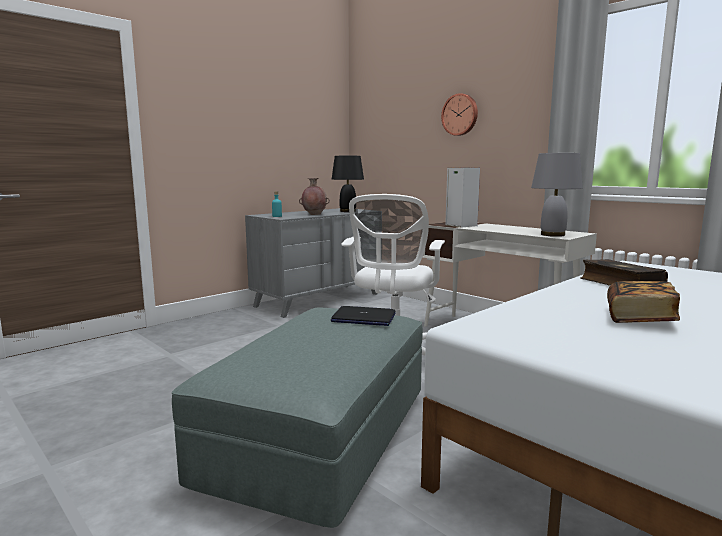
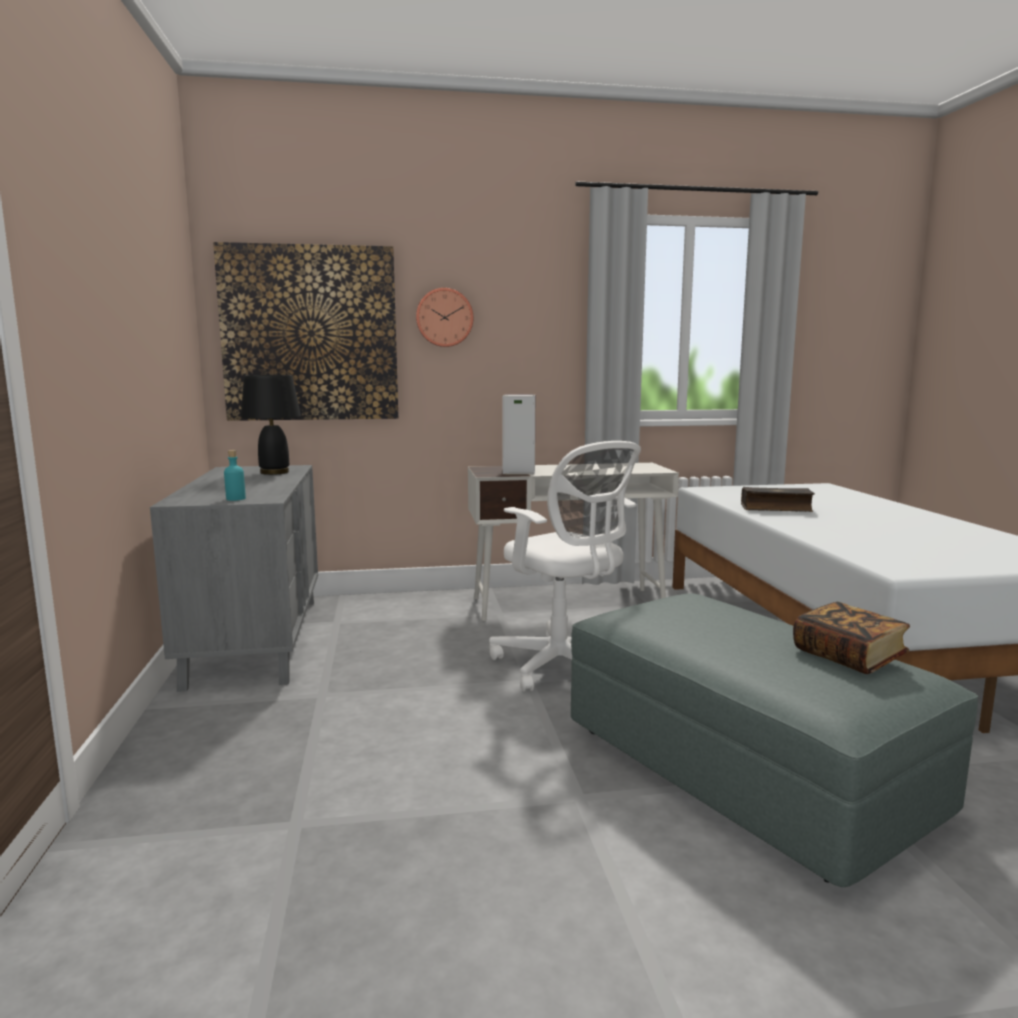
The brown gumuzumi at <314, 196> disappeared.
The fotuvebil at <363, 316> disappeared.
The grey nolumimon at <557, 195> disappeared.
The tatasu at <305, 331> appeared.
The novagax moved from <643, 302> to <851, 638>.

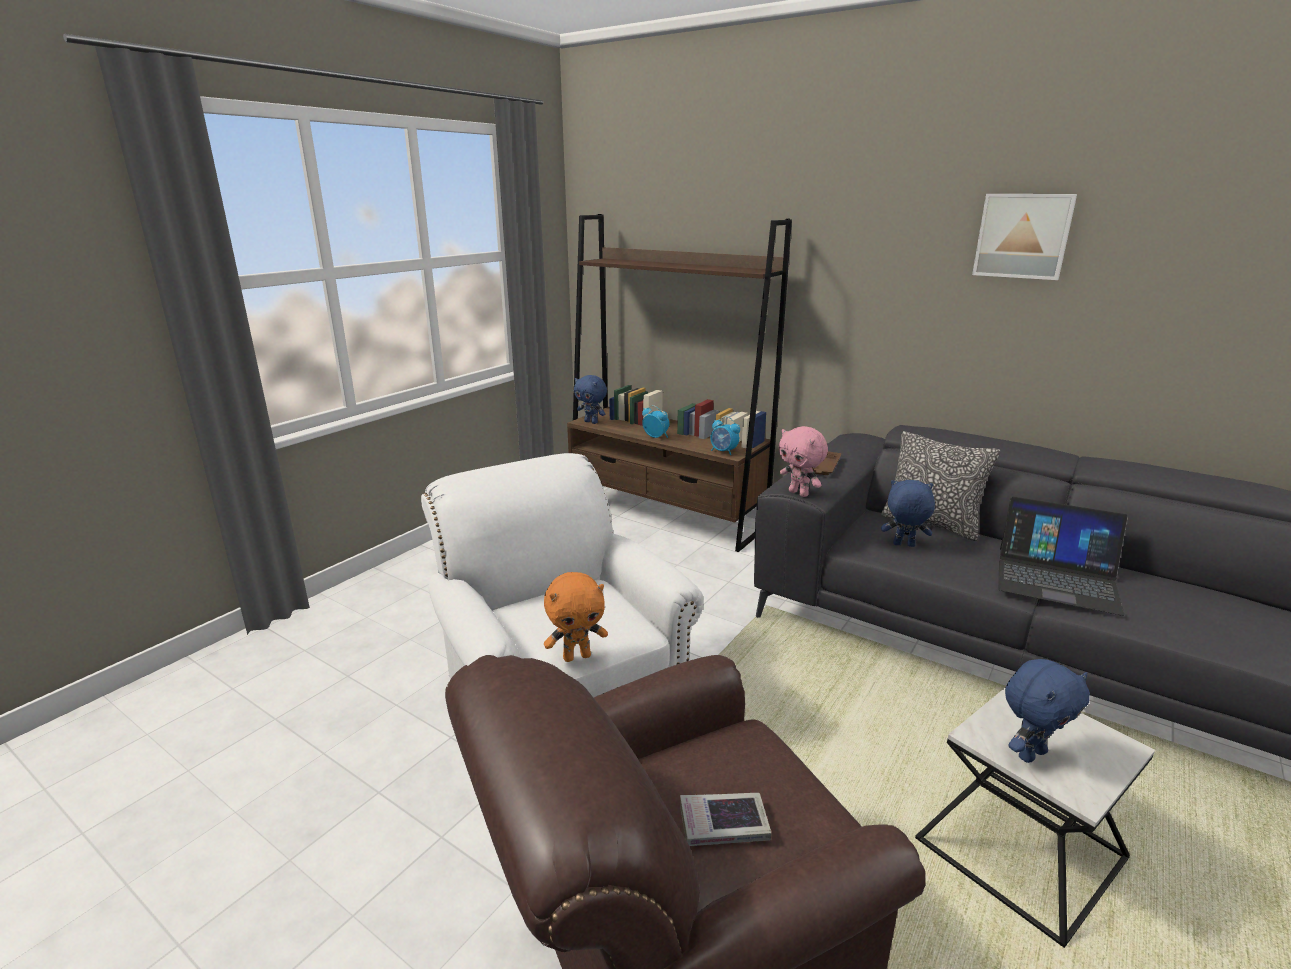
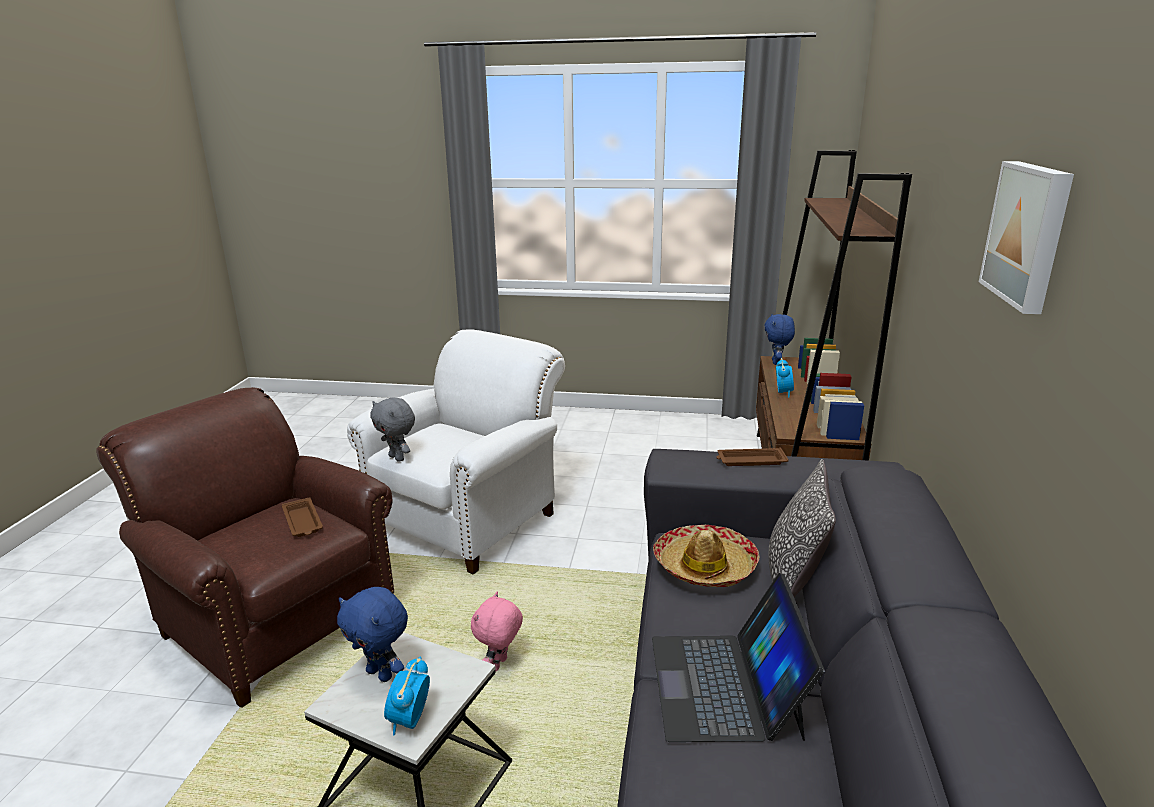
The novagax at <726, 819> disappeared.
The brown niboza at <302, 517> appeared.
The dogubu moved from <725, 435> to <407, 696>.
The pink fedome moved from <803, 461> to <497, 632>.
The blue fedome at <908, 513> was replaced by the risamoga at <706, 556>.
The orange fedome at <576, 617> became the grey fedome at <392, 430>.

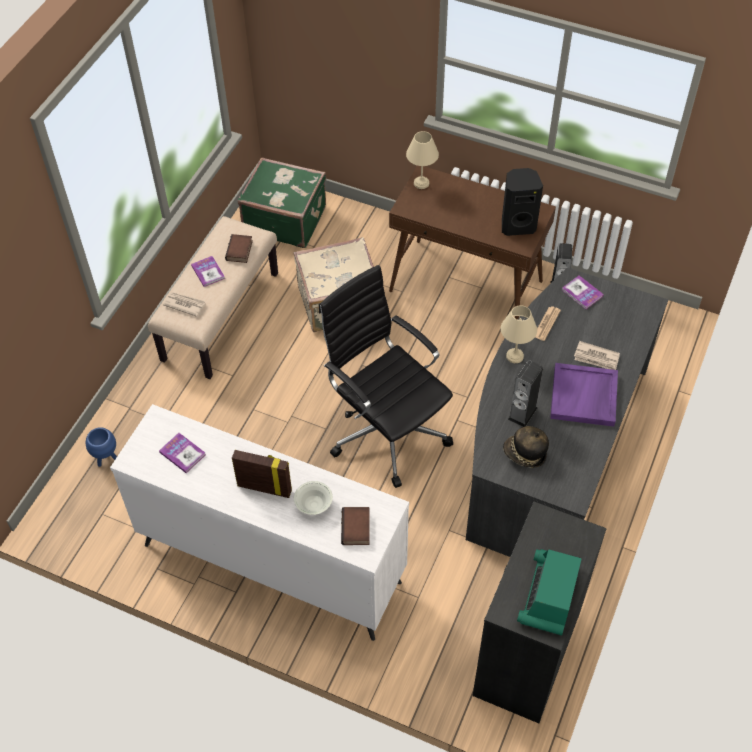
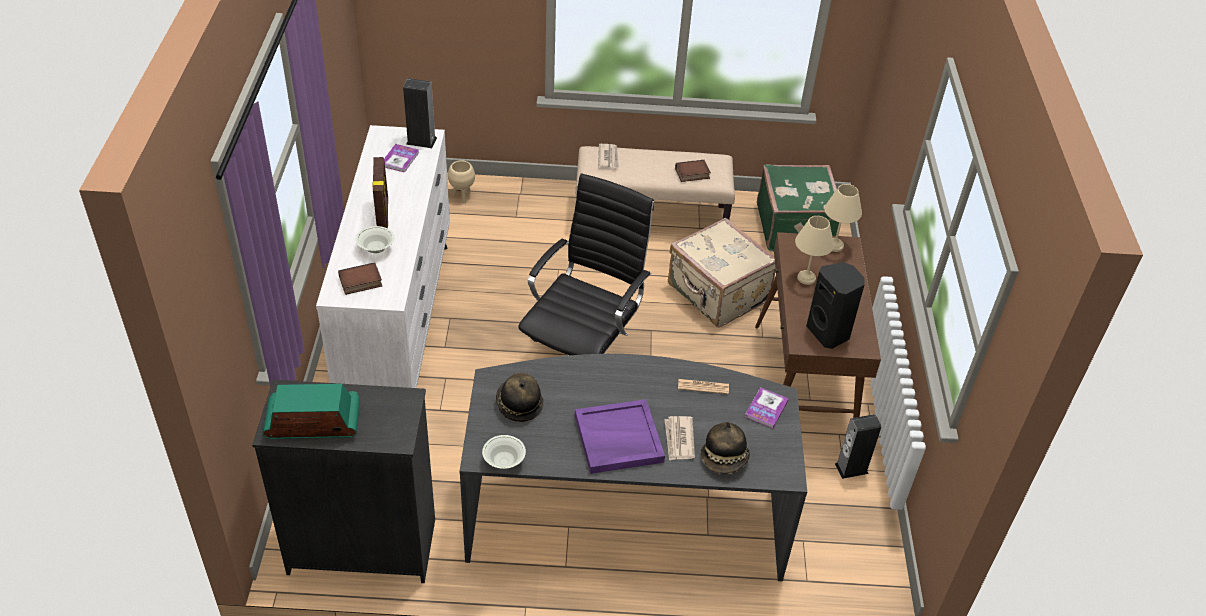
The novagax at <208, 271> disappeared.
The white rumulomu at <504, 452> appeared.
The risamoga at <725, 448> appeared.
The beige nolumimon moved from <519, 334> to <814, 250>.
The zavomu moved from <525, 393> to <420, 113>.
The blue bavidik at <101, 447> became the beige bavidik at <461, 181>.

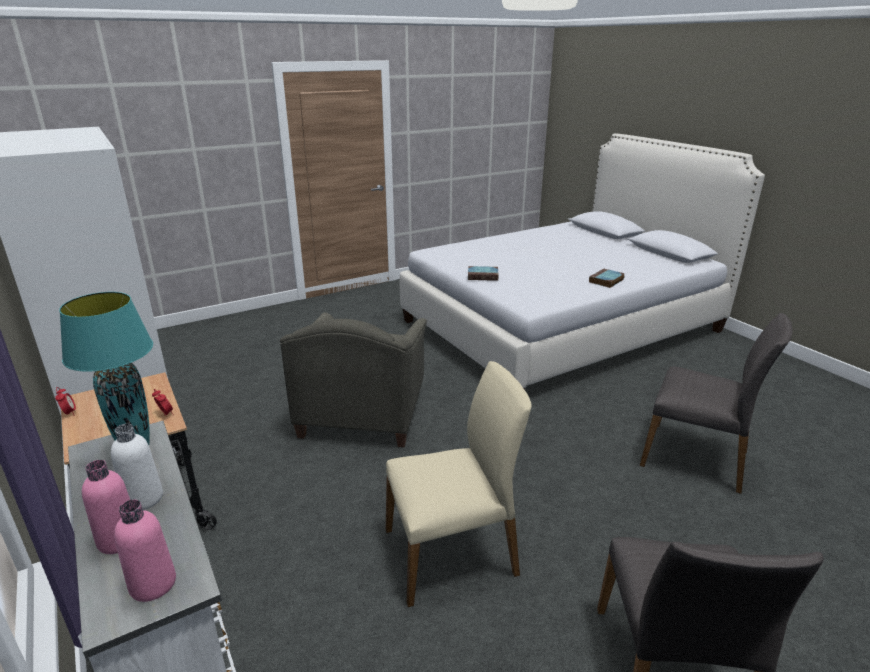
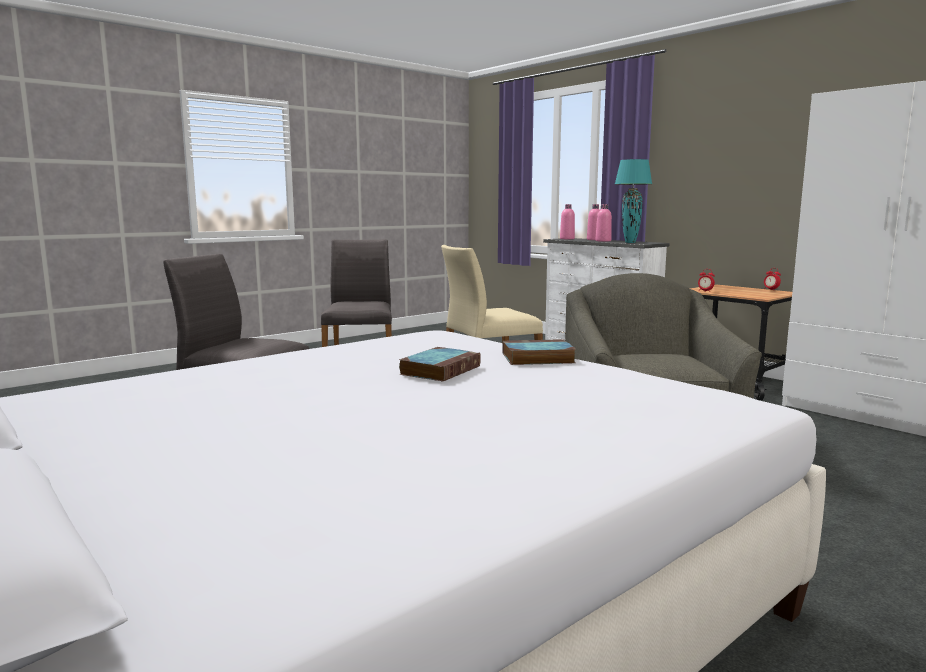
The novagax moved from <607, 278> to <440, 364>.
The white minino at <137, 467> became the pink minino at <604, 223>.

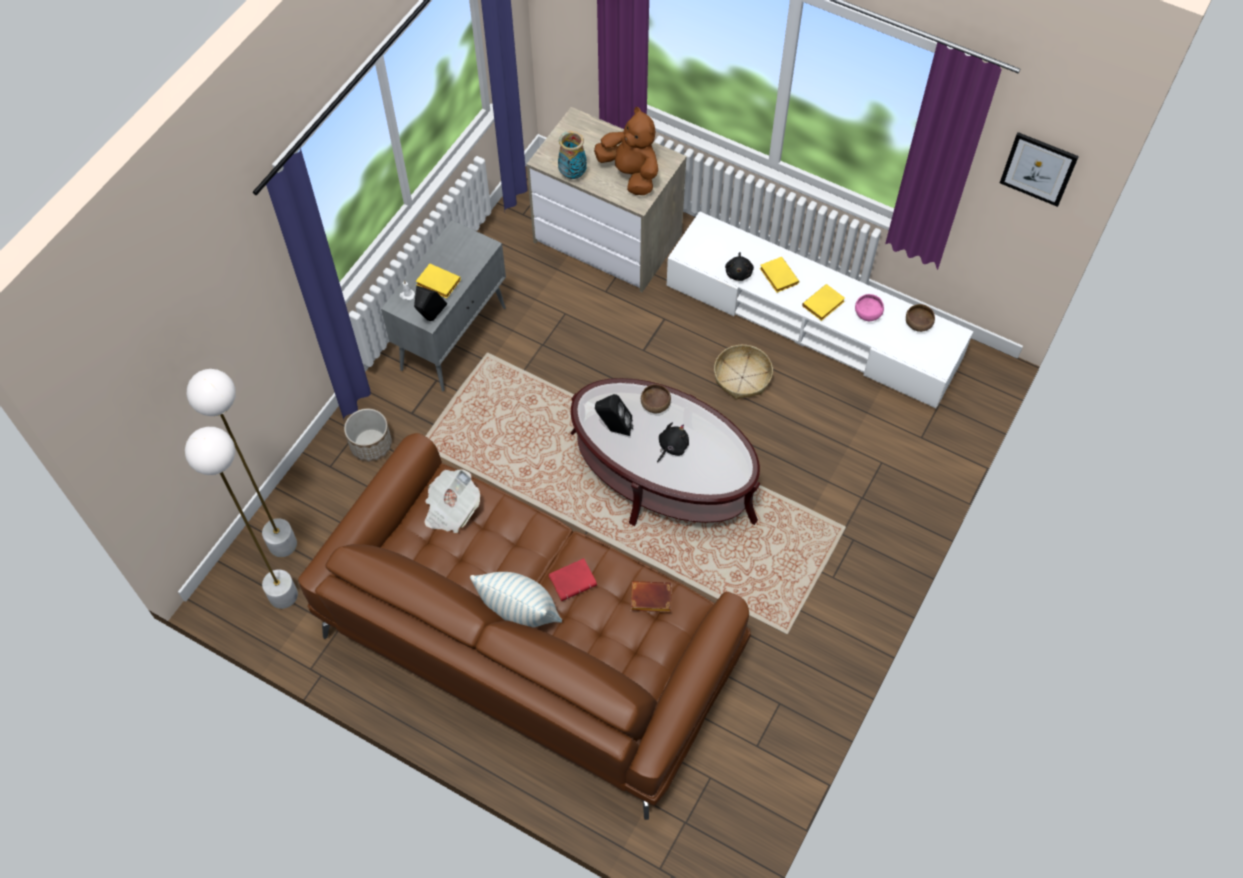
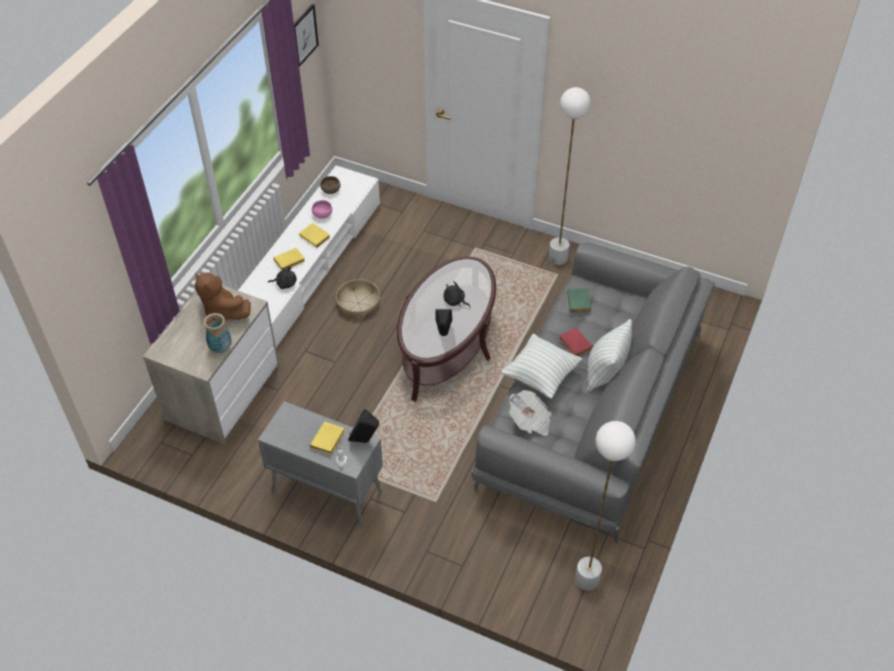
The bavidik at <368, 435> disappeared.
The brown rumulomu at <656, 398> disappeared.
The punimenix at <541, 366> appeared.
The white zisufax moved from <242, 463> to <570, 176>.
The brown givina at <524, 626> became the grey givina at <593, 393>.
The brown novagax at <651, 596> became the green novagax at <579, 300>.
The brown fedome at <626, 151> turned 90 degrees counterclockwise.

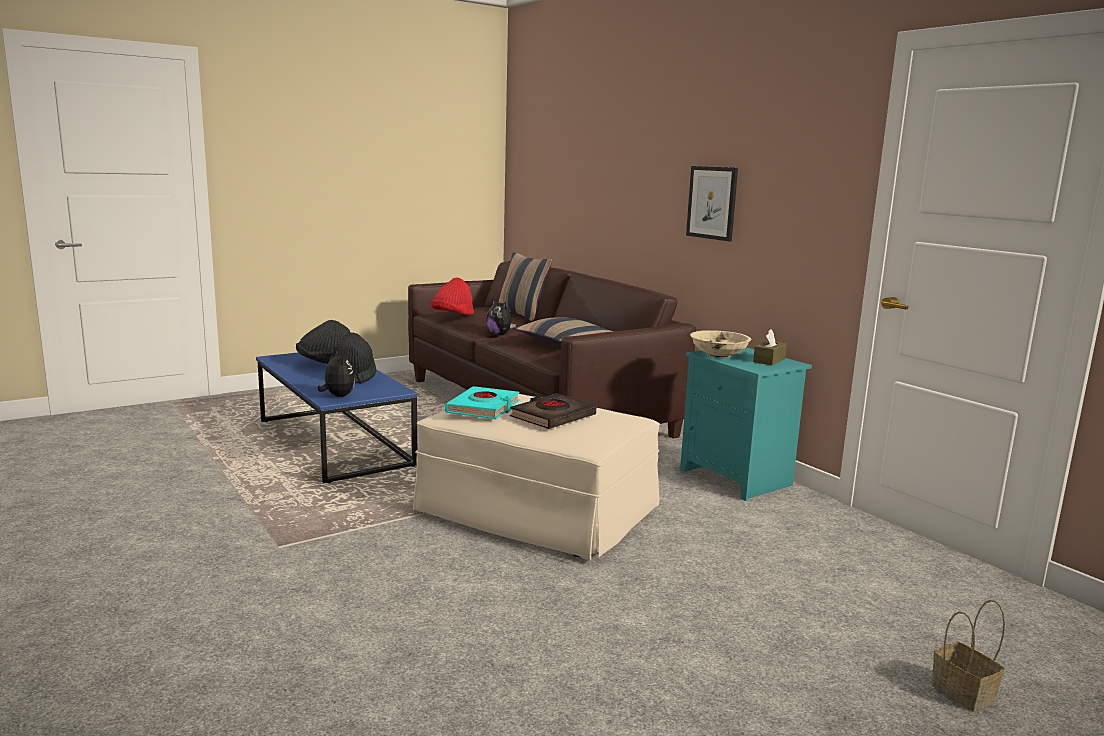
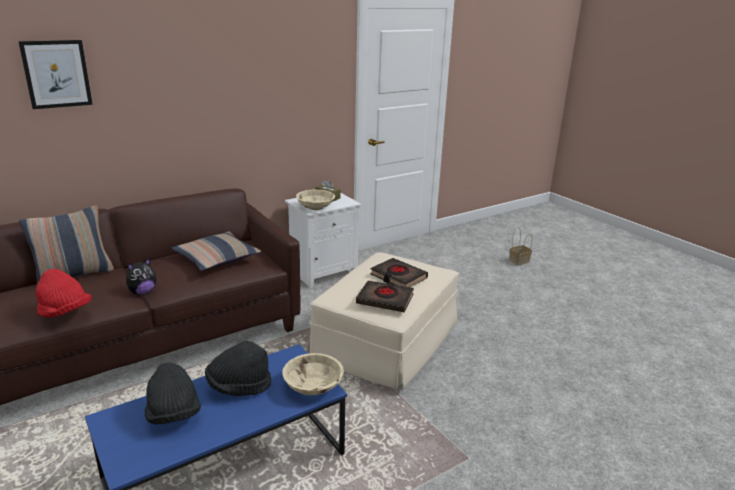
The tatasu moved from <712, 203> to <55, 74>.
The fedome at <336, 374> was replaced by the beige rumulomu at <313, 374>.
The turquoise novagax at <482, 402> became the black novagax at <385, 297>.
The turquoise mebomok at <746, 424> became the white mebomok at <323, 241>.

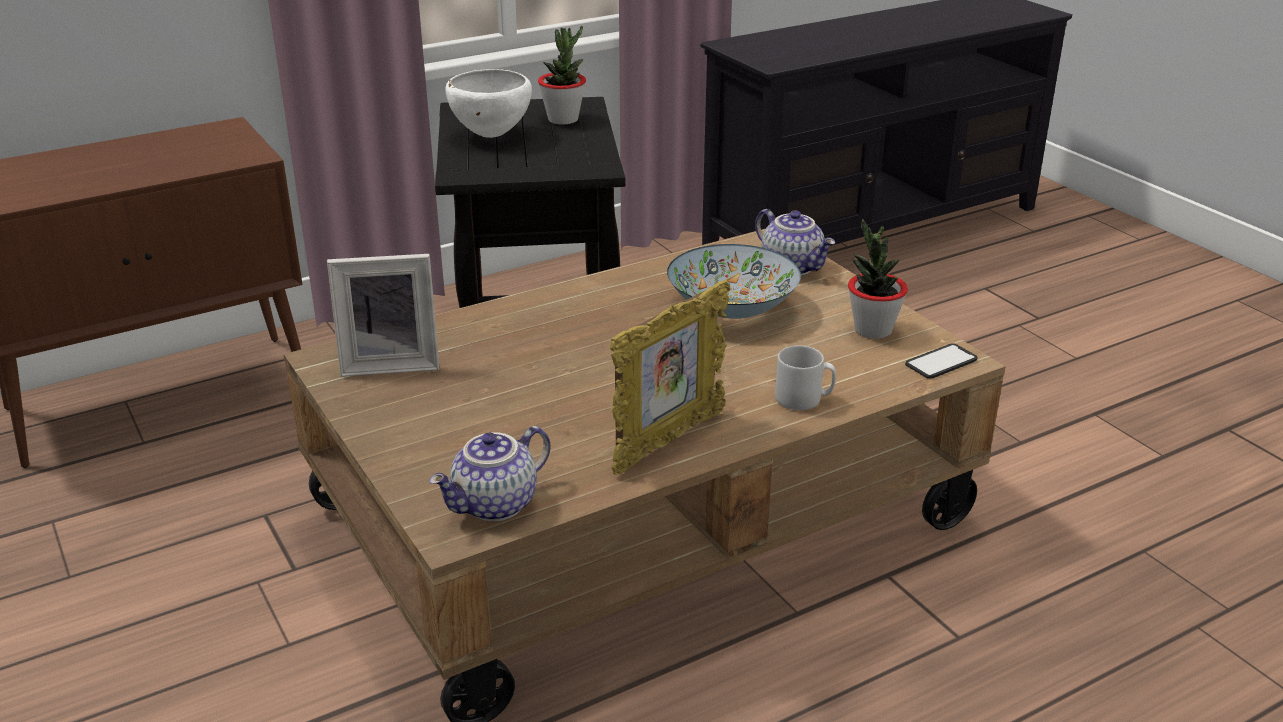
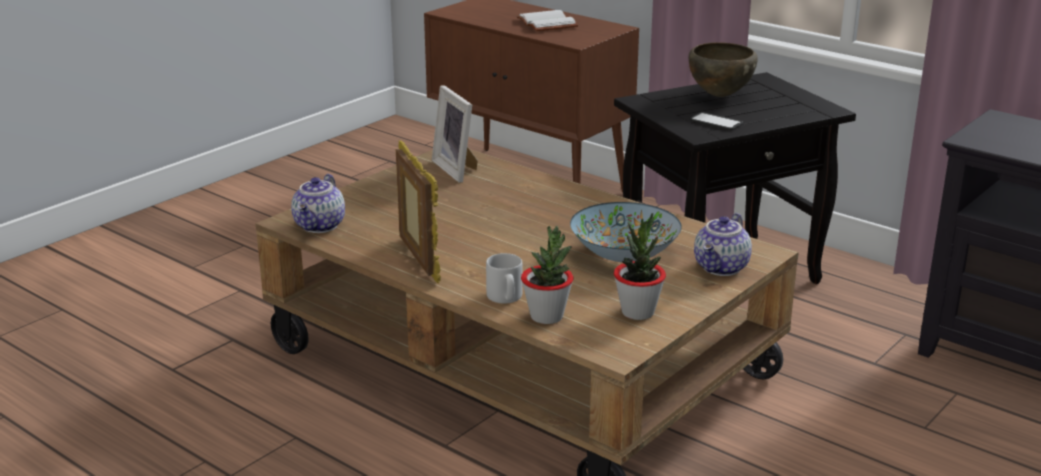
The white novagax at <547, 20> appeared.
The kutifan moved from <562, 75> to <547, 275>.
The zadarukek moved from <941, 361> to <716, 121>.
The white rumulomu at <488, 103> became the brown rumulomu at <723, 69>.
The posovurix at <489, 473> turned 105 degrees counterclockwise.
The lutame at <670, 377> turned 135 degrees counterclockwise.

